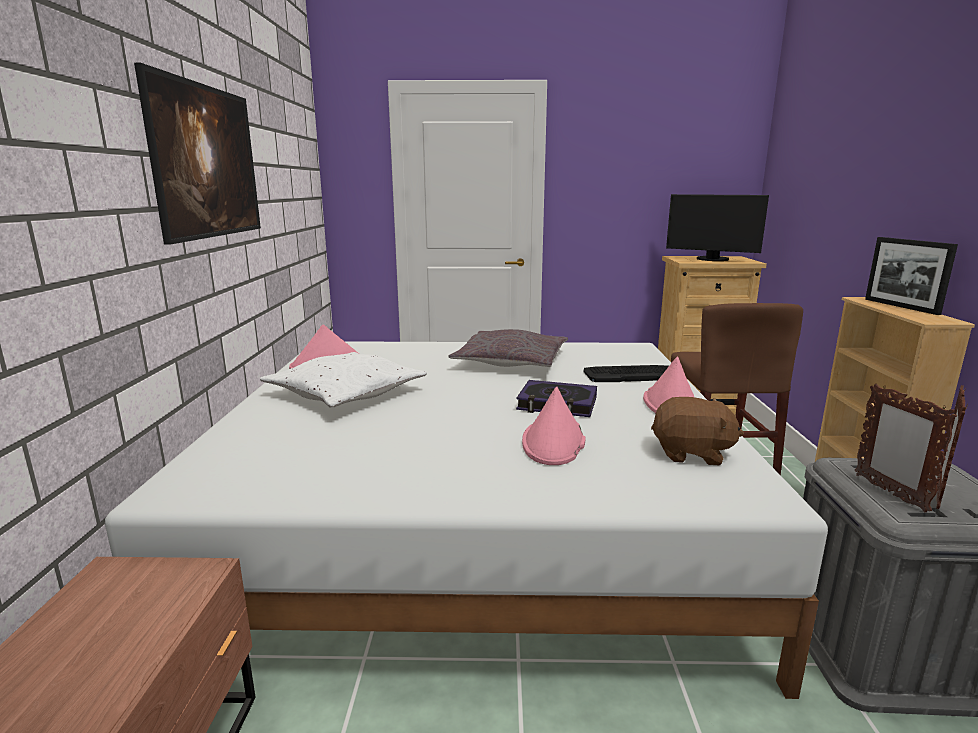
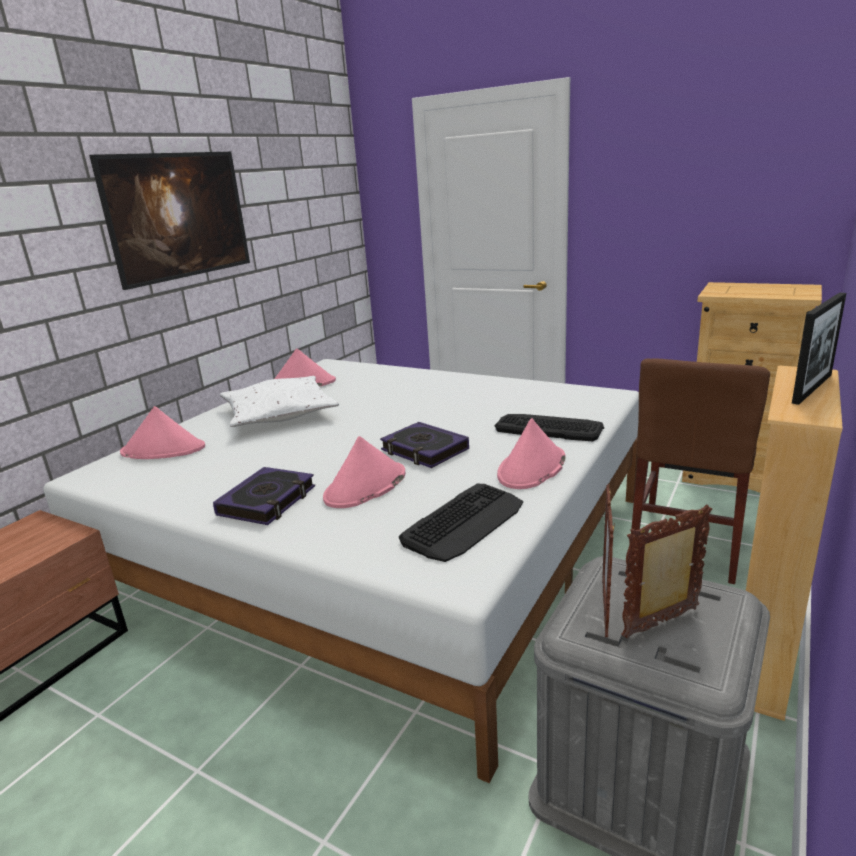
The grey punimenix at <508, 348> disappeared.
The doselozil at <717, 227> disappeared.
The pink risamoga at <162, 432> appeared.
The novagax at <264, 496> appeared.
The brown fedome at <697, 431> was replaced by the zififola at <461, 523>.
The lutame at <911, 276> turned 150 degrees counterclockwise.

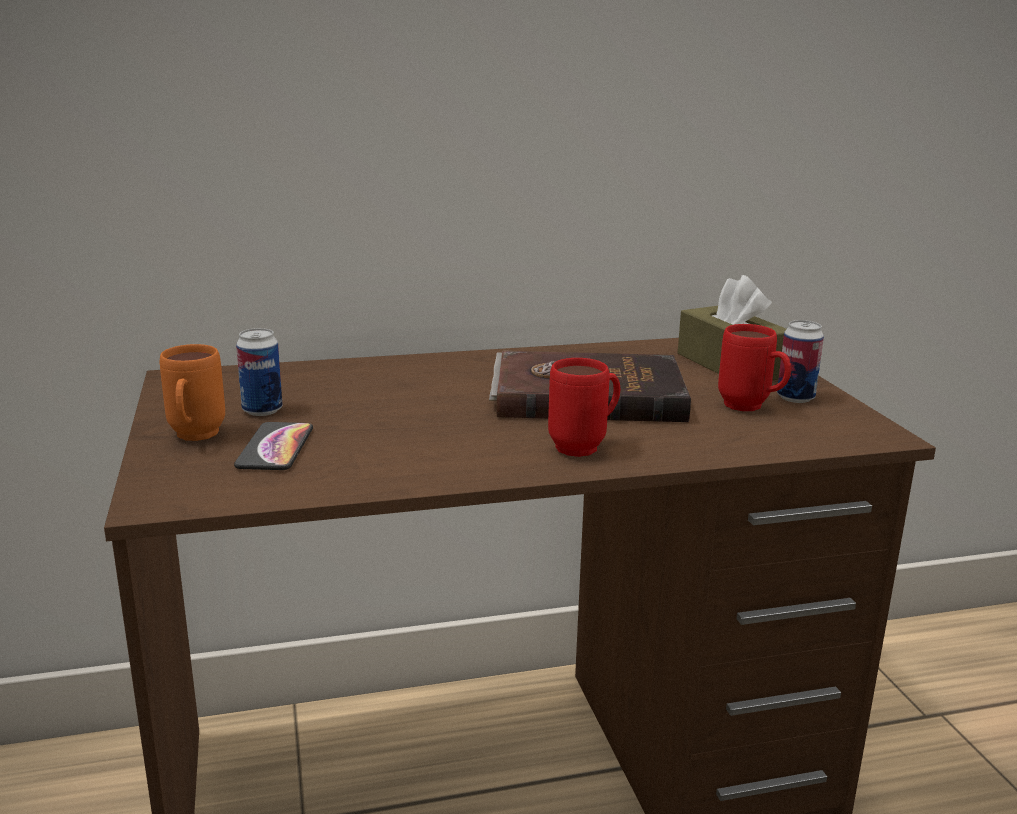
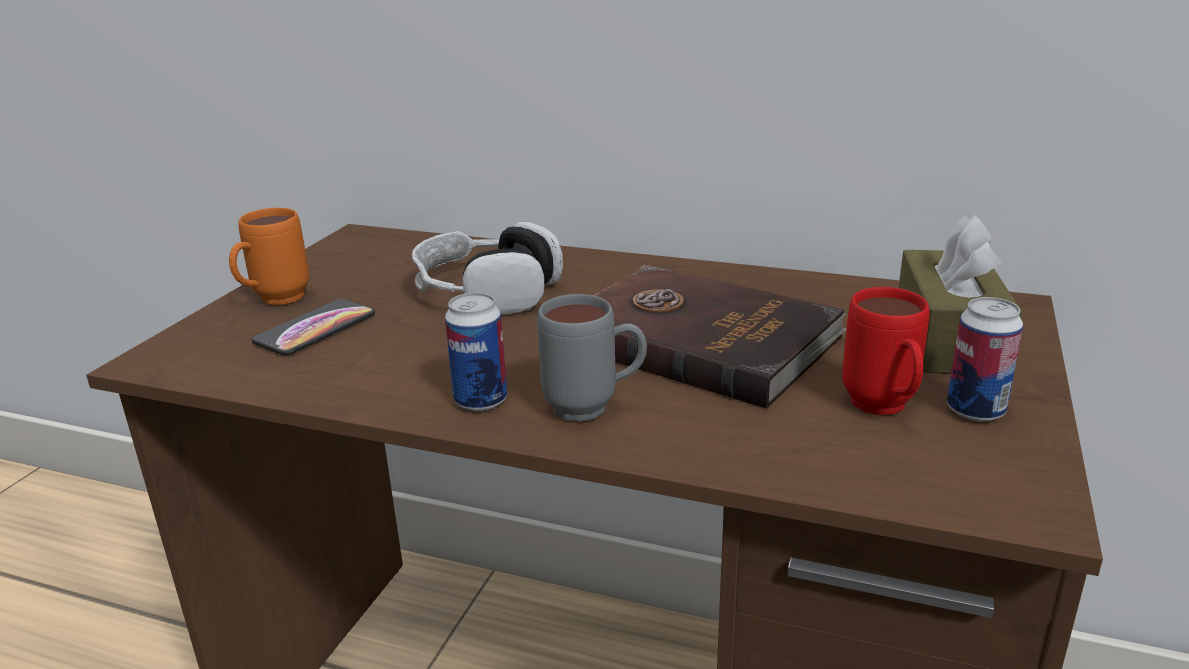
The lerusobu at <487, 268> appeared.
The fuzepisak moved from <259, 372> to <476, 352>.
The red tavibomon at <584, 407> became the grey tavibomon at <592, 358>.

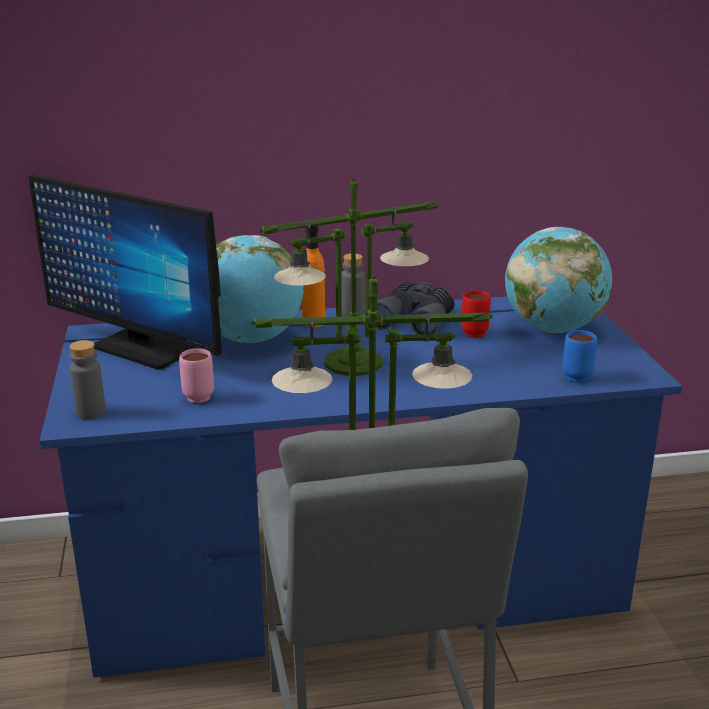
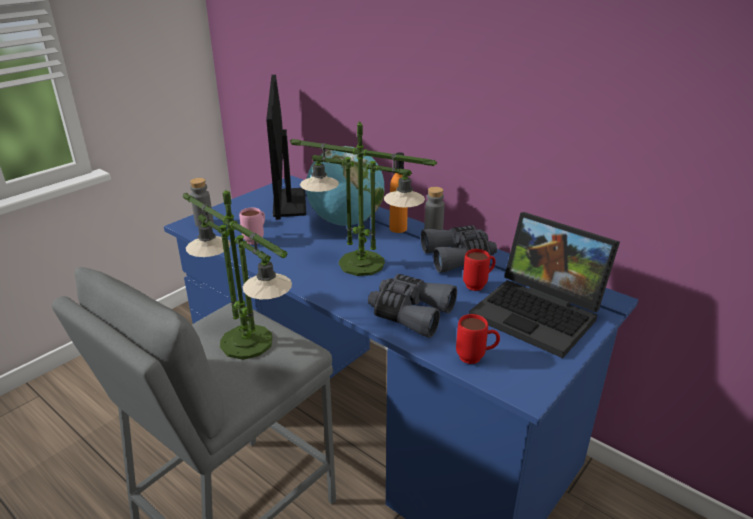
The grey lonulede at <412, 306> appeared.
The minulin at <558, 280> was replaced by the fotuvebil at <544, 285>.
The blue tavibomon at <580, 356> became the red tavibomon at <478, 339>.

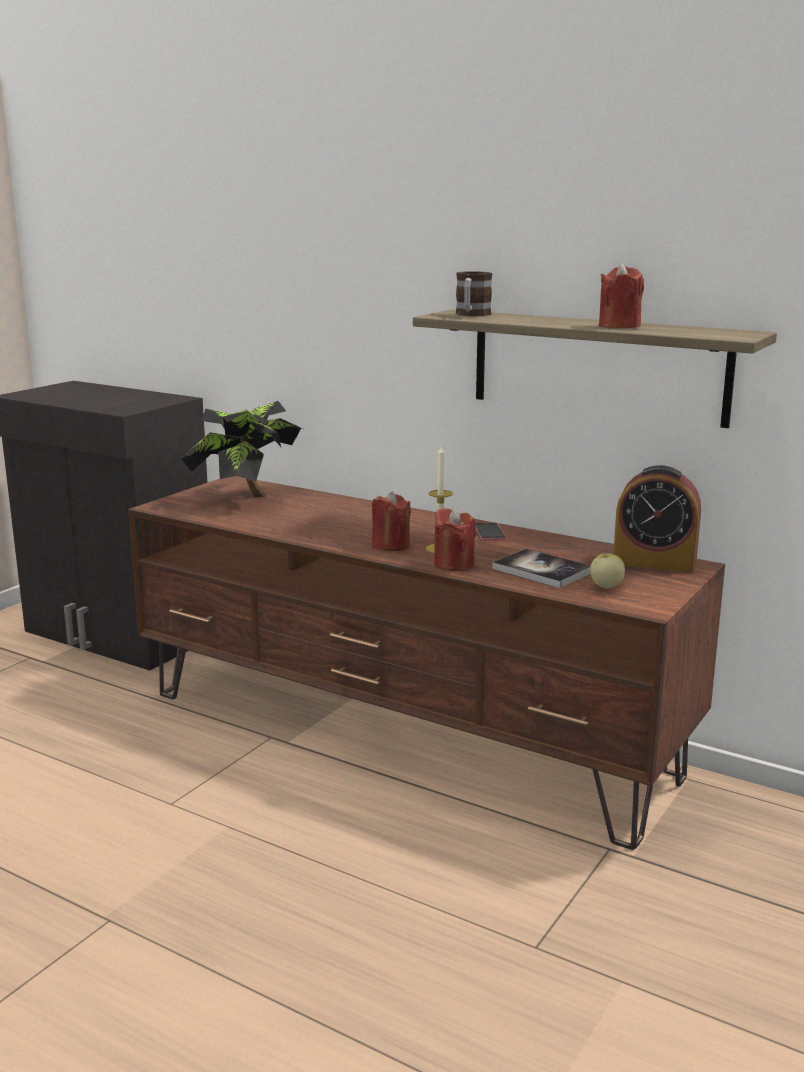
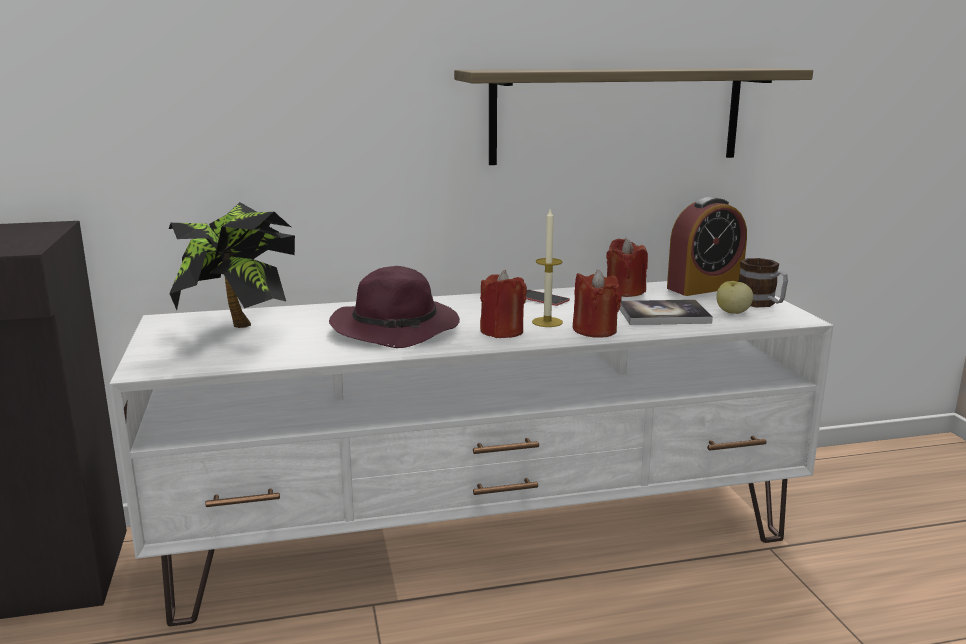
The purple risamoga at <394, 307> appeared.
The tavibomon moved from <474, 293> to <763, 282>.
The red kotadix moved from <621, 295> to <627, 267>.
The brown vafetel at <426, 663> became the white vafetel at <471, 454>.

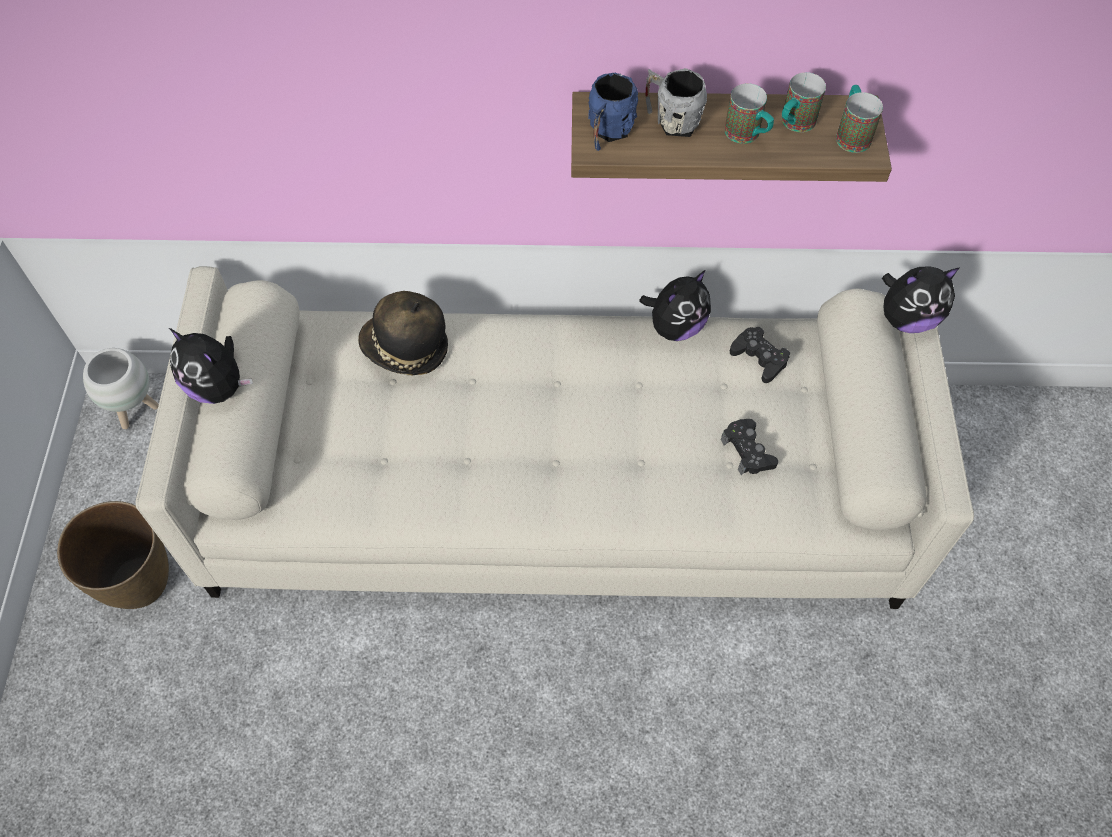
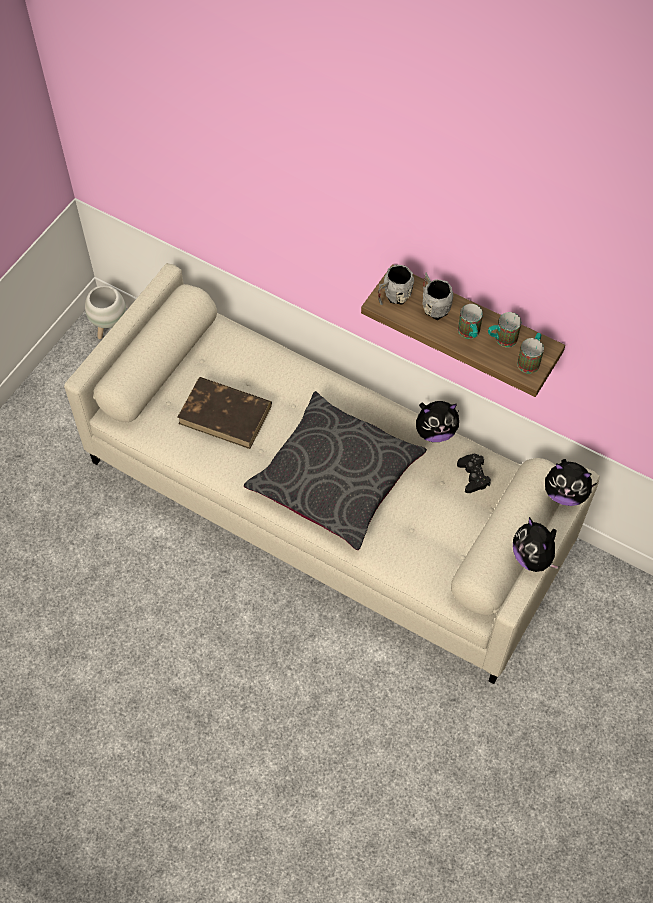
The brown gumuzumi at <113, 555> disappeared.
The risamoga at <403, 333> disappeared.
The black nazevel at <749, 447> disappeared.
The brown novagax at <224, 413> appeared.
The grey punimenix at <335, 470> appeared.
The fedome moved from <211, 366> to <536, 544>.
The blue tavibomon at <613, 112> became the grey tavibomon at <396, 285>.

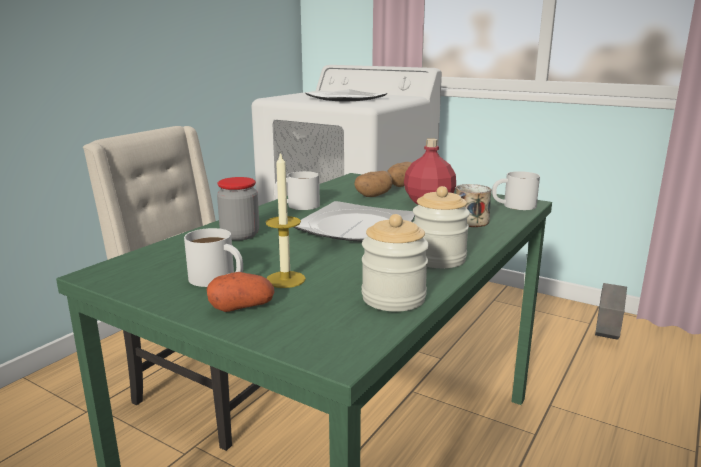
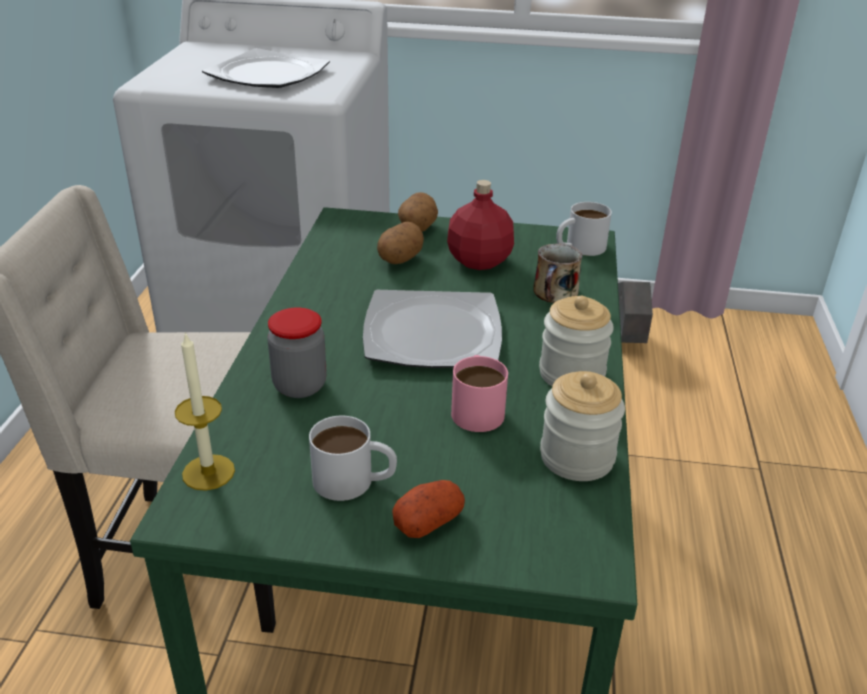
The white tavibomon at <297, 190> disappeared.
The pink tavibomon at <479, 393> appeared.
The kotadix moved from <286, 219> to <205, 411>.

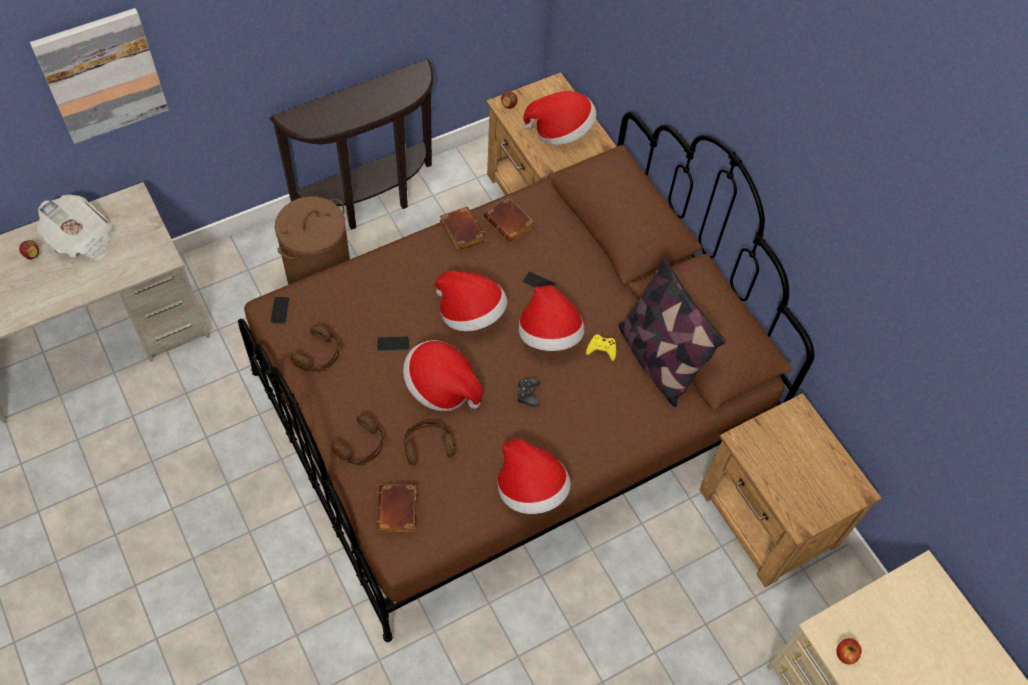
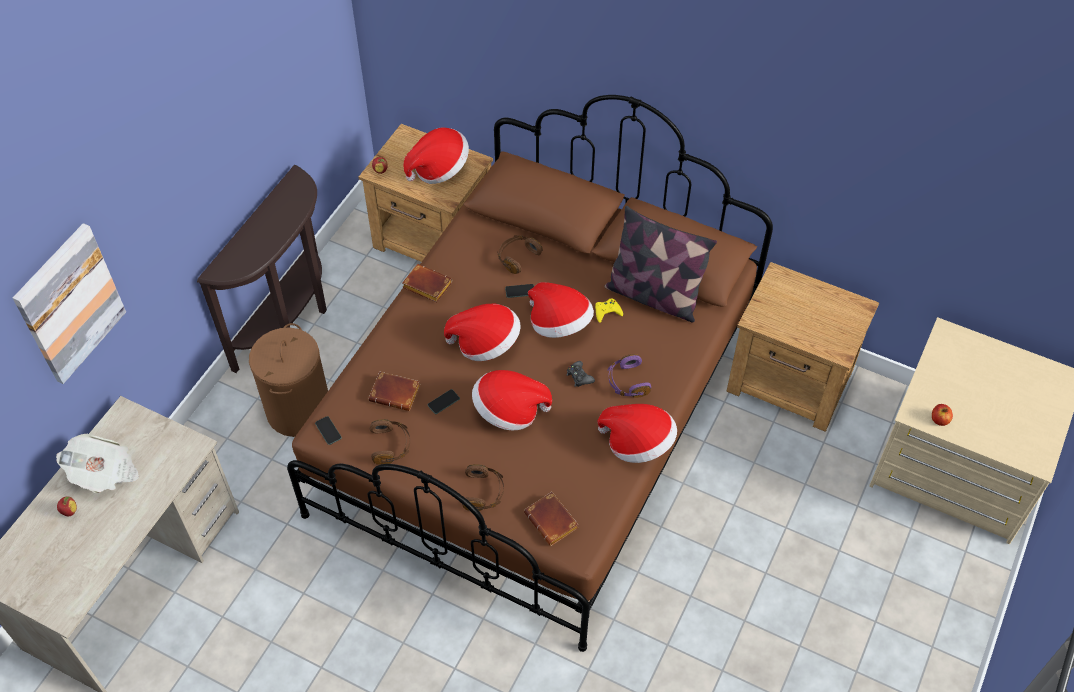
The purple lerusobu at <629, 376> appeared.
The brown lerusobu moved from <429, 443> to <519, 254>.
The brown novagax moved from <509, 220> to <394, 391>.

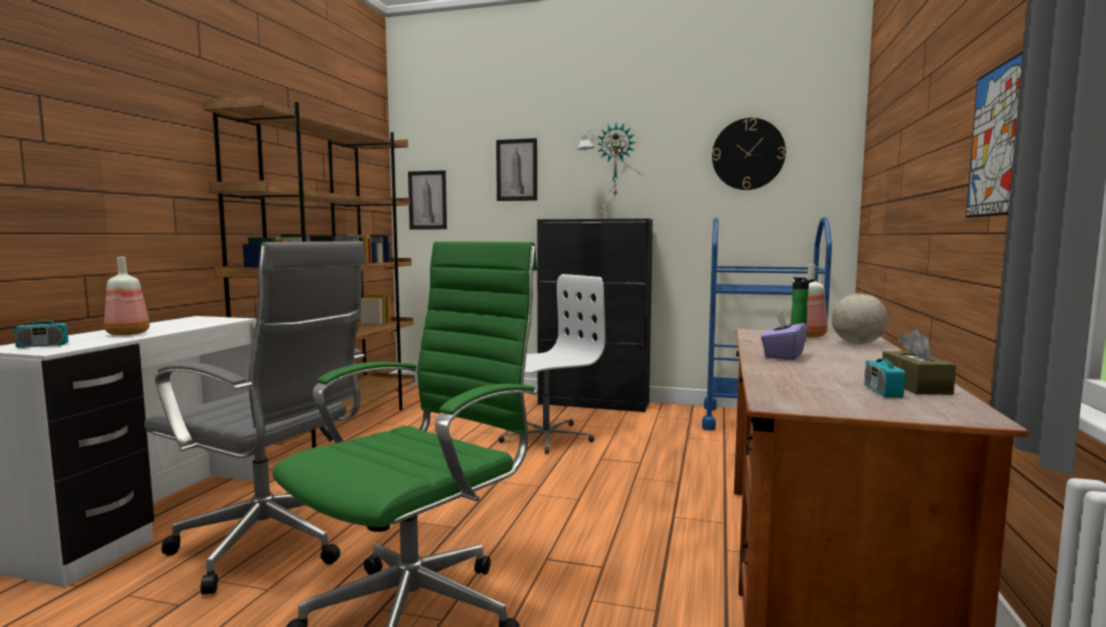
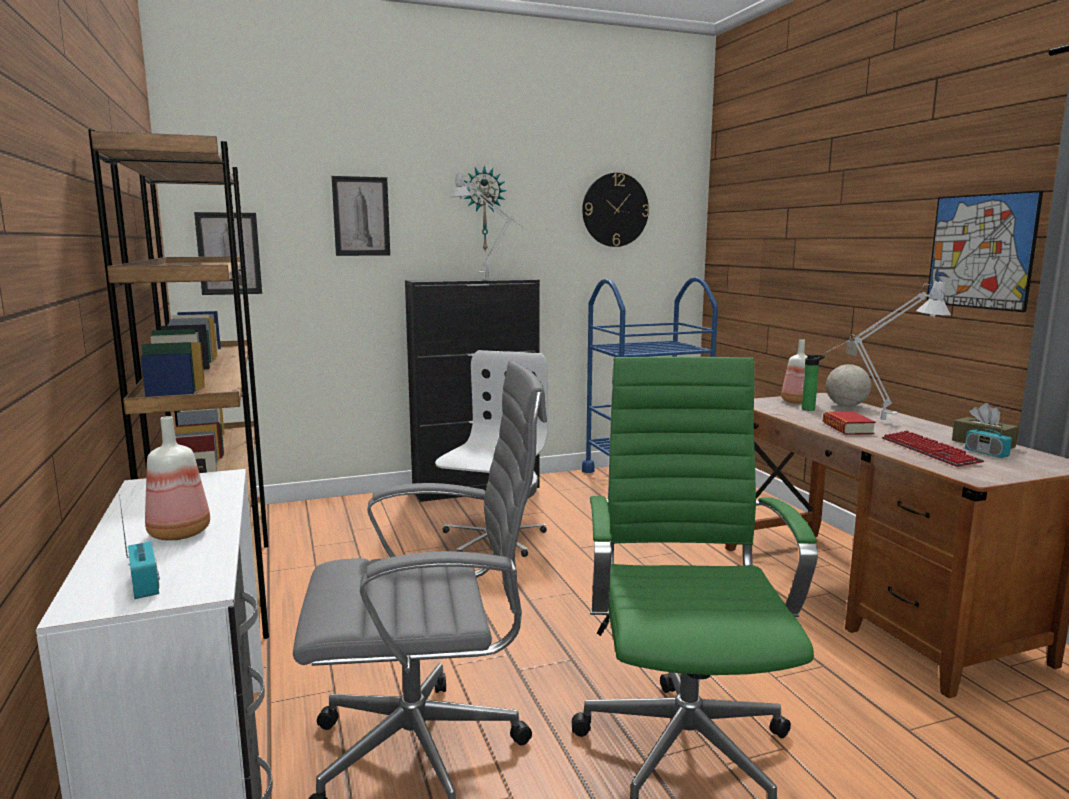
The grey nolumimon at <888, 349> appeared.
The zififola at <933, 448> appeared.
The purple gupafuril at <784, 336> was replaced by the novagax at <849, 423>.
The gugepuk at <41, 320> turned 60 degrees counterclockwise.

